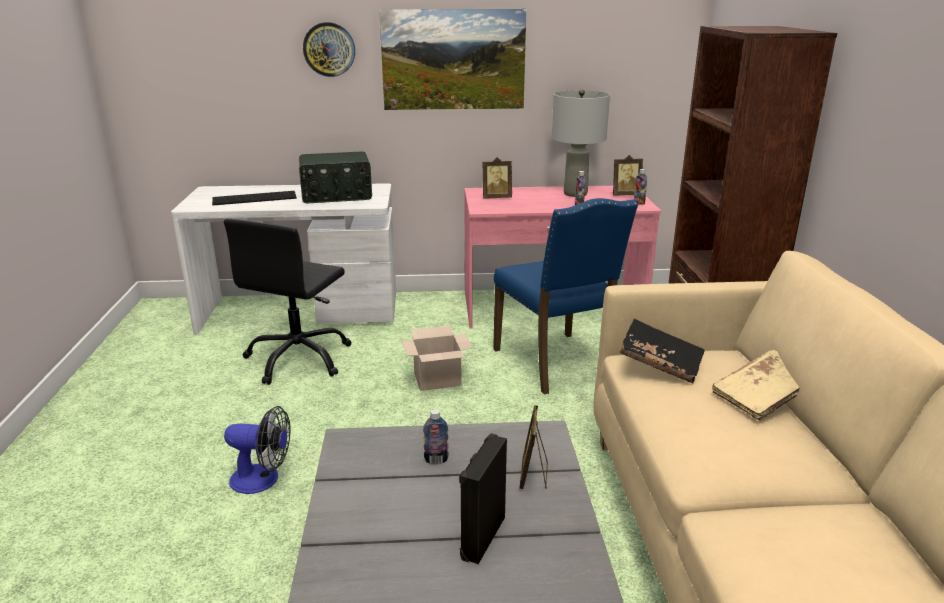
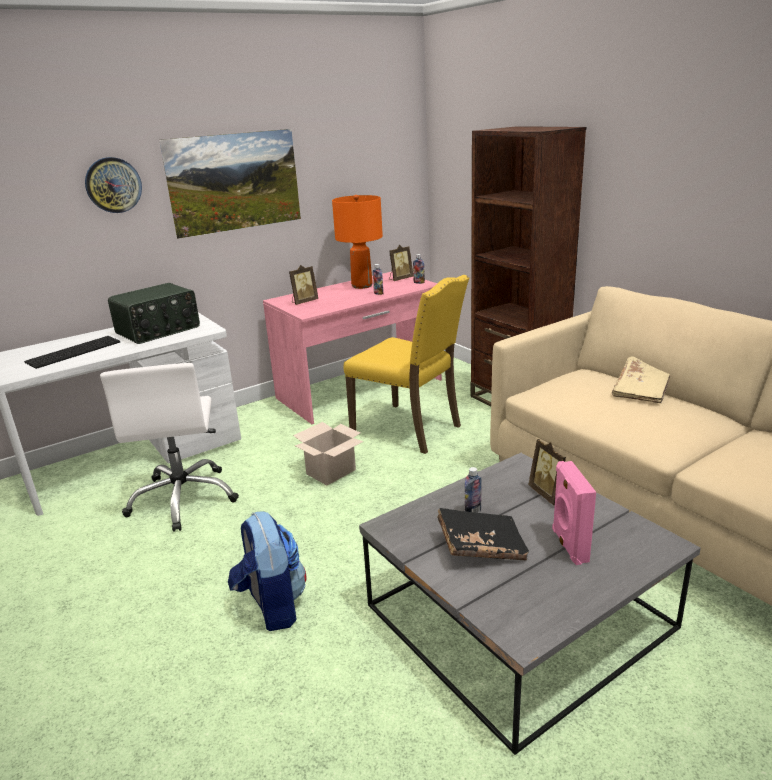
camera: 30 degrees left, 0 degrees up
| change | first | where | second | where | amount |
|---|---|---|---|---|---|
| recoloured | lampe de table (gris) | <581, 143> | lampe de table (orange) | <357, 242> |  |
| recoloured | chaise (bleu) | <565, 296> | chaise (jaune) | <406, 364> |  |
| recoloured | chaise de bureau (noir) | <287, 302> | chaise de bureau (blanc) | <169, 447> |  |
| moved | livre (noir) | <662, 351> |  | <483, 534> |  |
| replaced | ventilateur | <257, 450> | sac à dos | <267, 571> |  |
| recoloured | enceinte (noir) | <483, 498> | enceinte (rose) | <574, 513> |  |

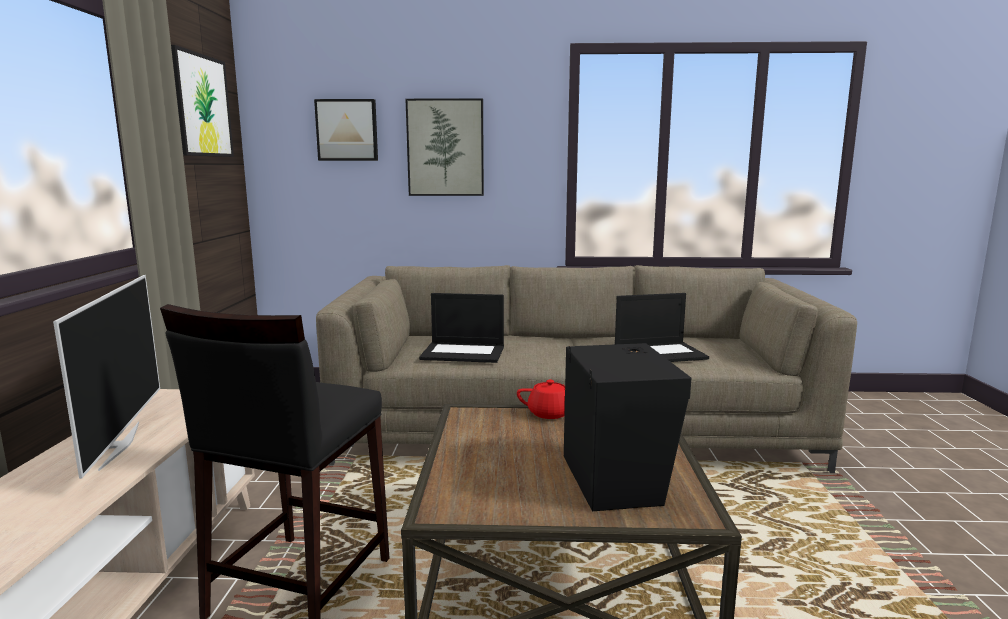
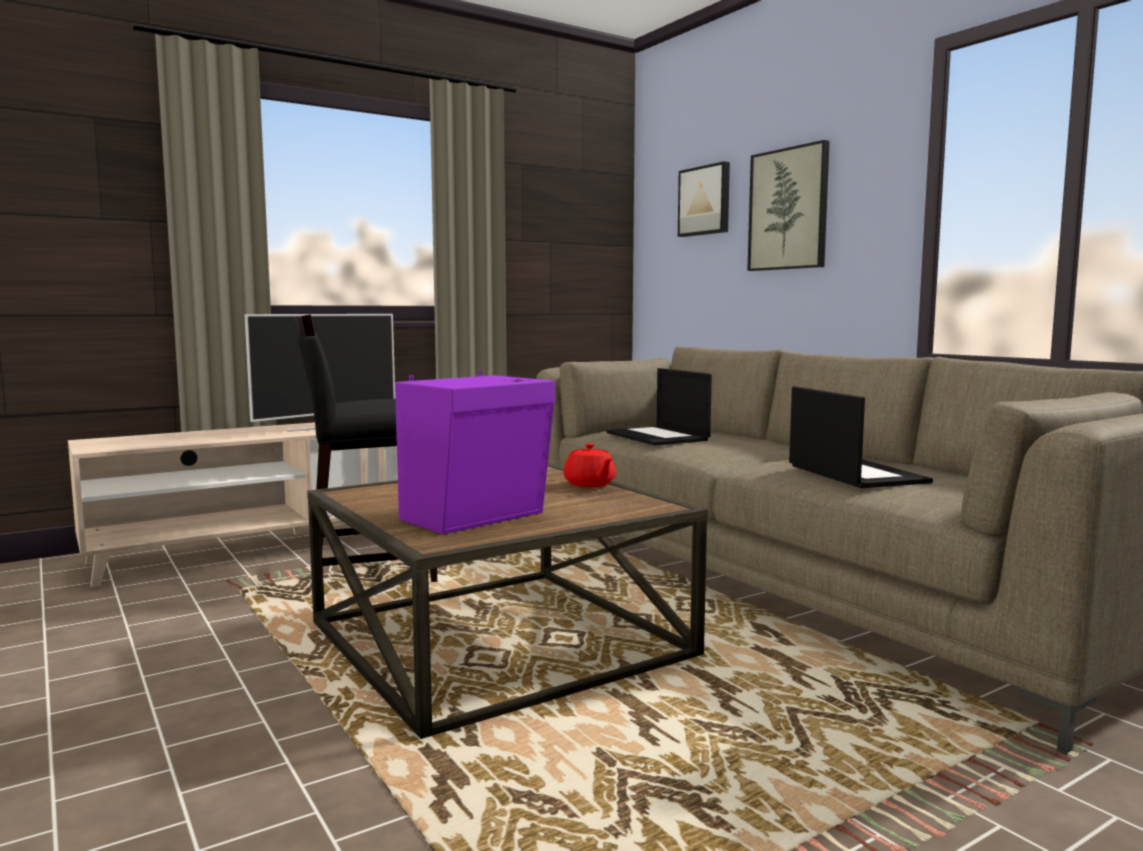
camera: 55 degrees right, 5 degrees down
| change | first | where | second | where | amount |
|---|---|---|---|---|---|
| removed | tableau | <202, 101> |  |  |  |
| turned | ordinateur portable | <662, 327> |  | <861, 437> | 150 degrees counterclockwise |
| recoloured | enceinte (noir) | <627, 427> | enceinte (violet) | <475, 452> |  |

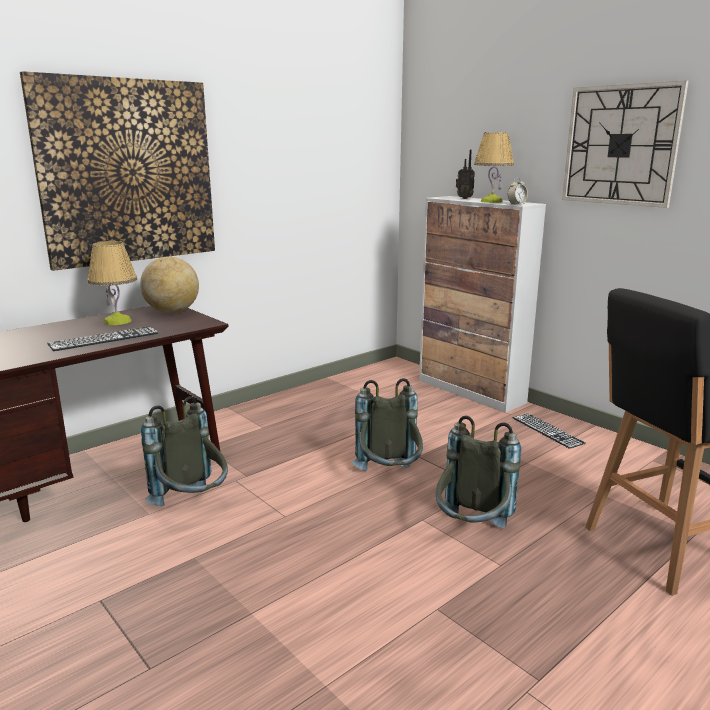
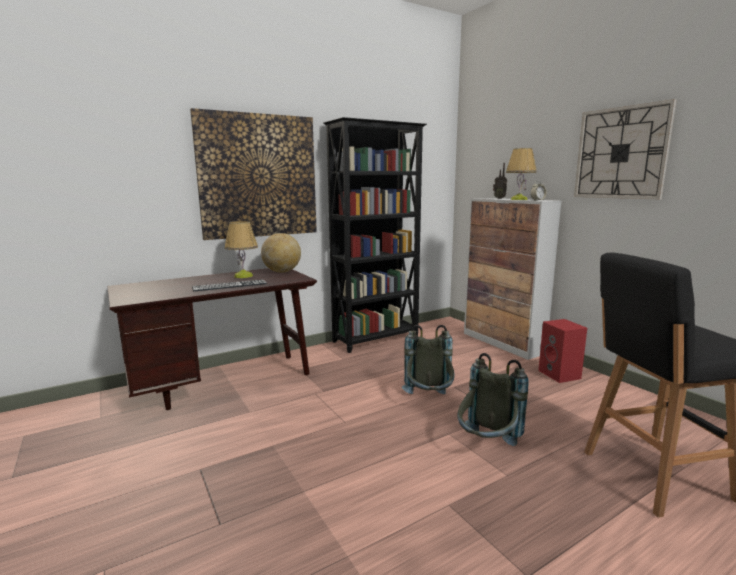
camera: 10 degrees right, 5 degrees down
| change | first | where | second | where | amount |
|---|---|---|---|---|---|
| removed | sac à dos (gris) | <184, 451> |  |  |  |
| replaced | clavier | <549, 431> | enceinte (rouge) | <562, 351> |  |
| added |  |  | bibliothèque (noir) | <375, 235> |  |

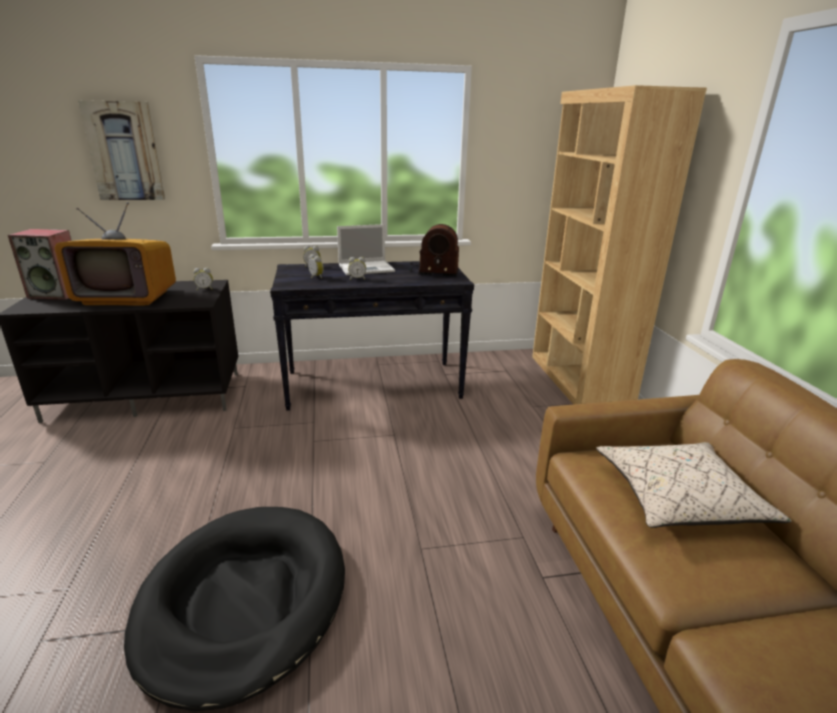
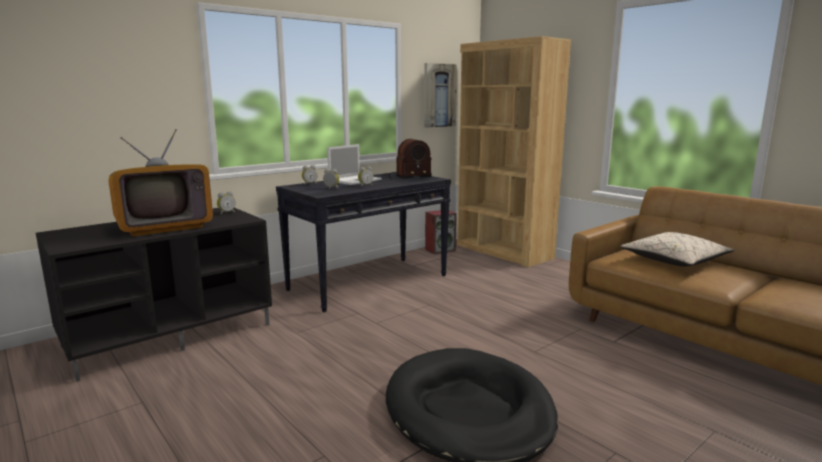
camera: 30 degrees left, 10 degrees down
| change | first | where | second | where | amount |
|---|---|---|---|---|---|
| moved | tableau | <121, 150> |  | <440, 95> |  |
| moved | enceinte | <40, 264> |  | <441, 232> |  |

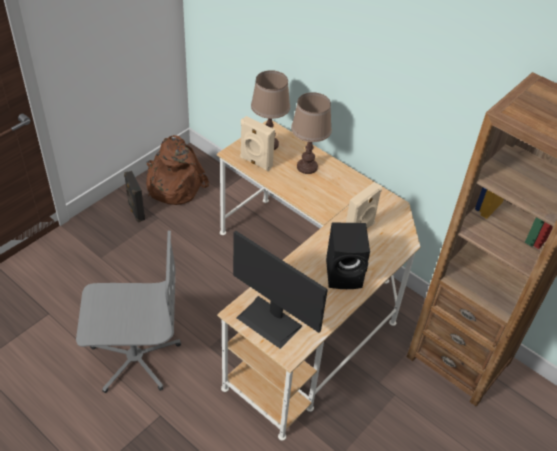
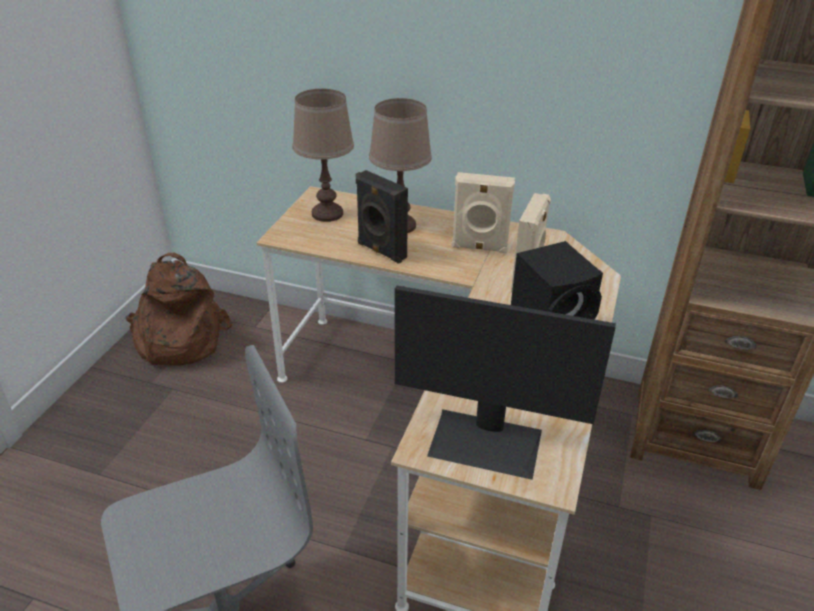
camera: 20 degrees left, 10 degrees down
| change | first | where | second | where | amount |
|---|---|---|---|---|---|
| moved | enceinte (beige) | <257, 143> |  | <483, 212> |  |
| moved | enceinte (noir) | <134, 197> |  | <382, 217> |  |

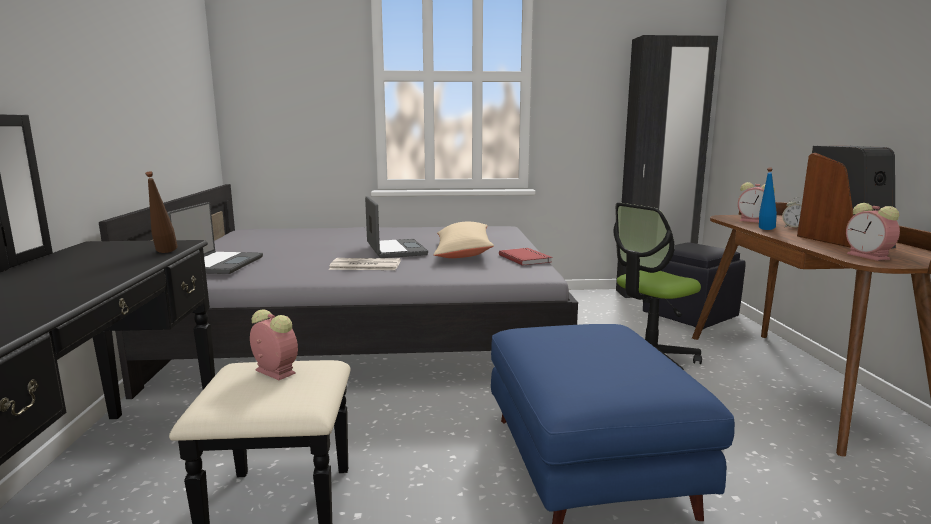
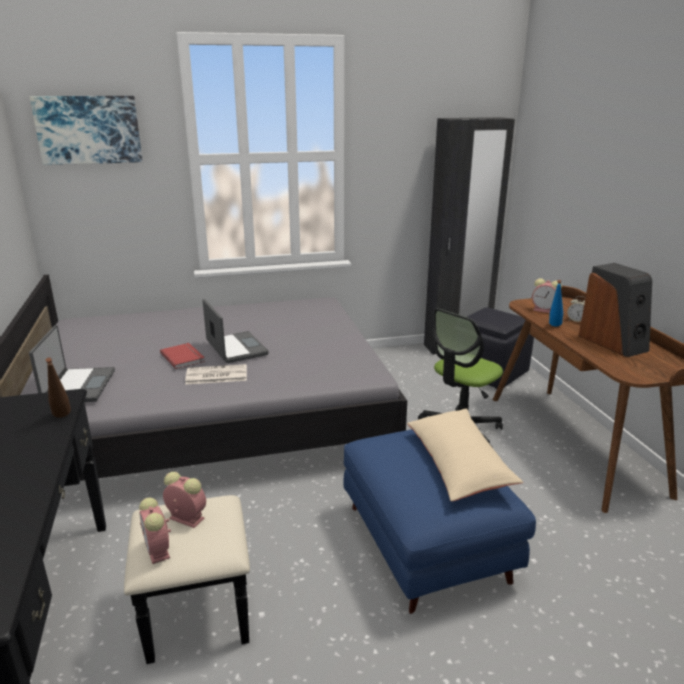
camera: 10 degrees left, 10 degrees up
| change | first | where | second | where | amount |
|---|---|---|---|---|---|
| moved | réveil | <873, 232> |  | <155, 530> |  |
| moved | coussin (beige) | <464, 240> |  | <465, 455> |  |
| moved | livre (rouge) | <525, 257> |  | <182, 356> |  |
| added |  |  | tableau | <86, 130> |  |

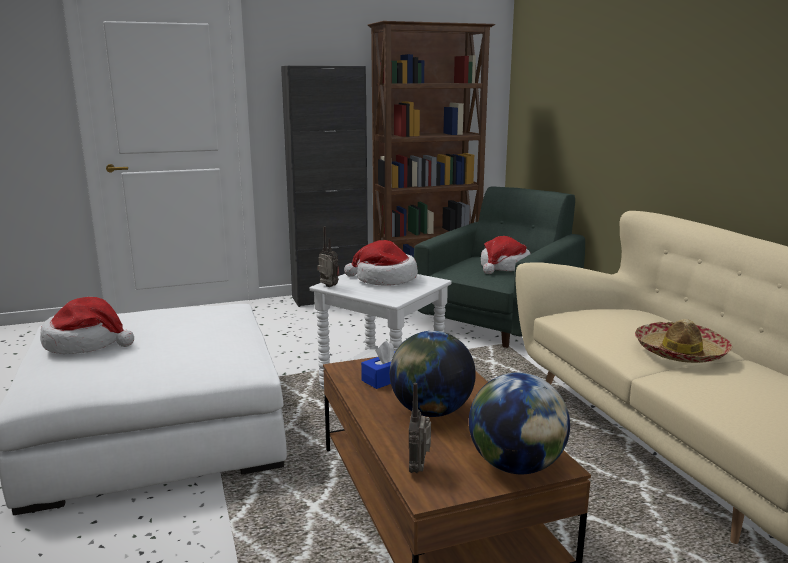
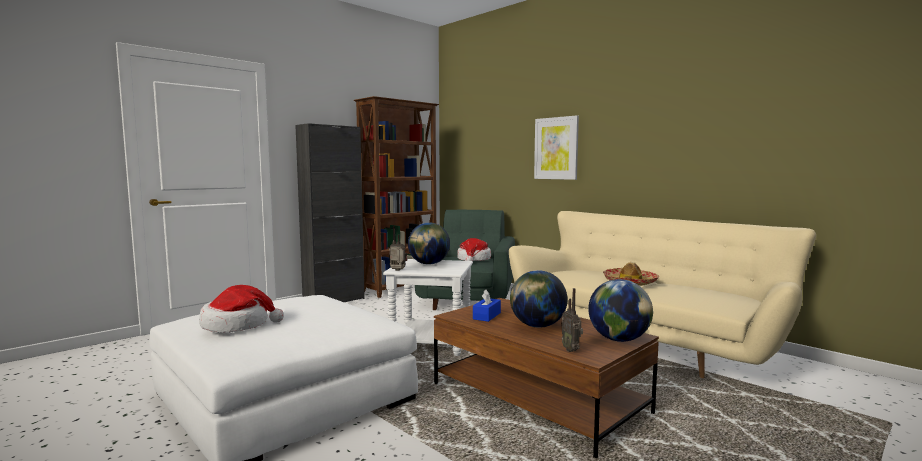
camera: 25 degrees left, 10 degrees down
| change | first | where | second | where | amount |
|---|---|---|---|---|---|
| replaced | chapeau | <381, 263> | globe | <429, 243> |  |
| added |  |  | tableau | <556, 147> |  |

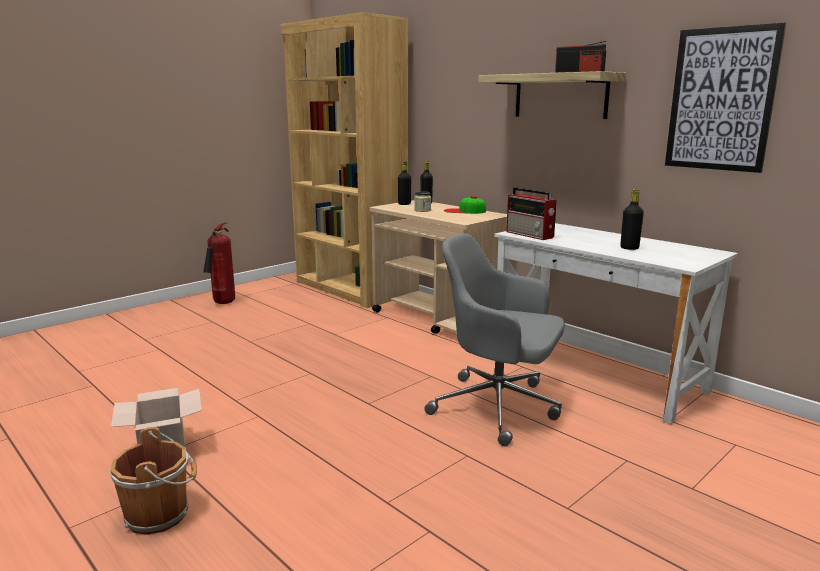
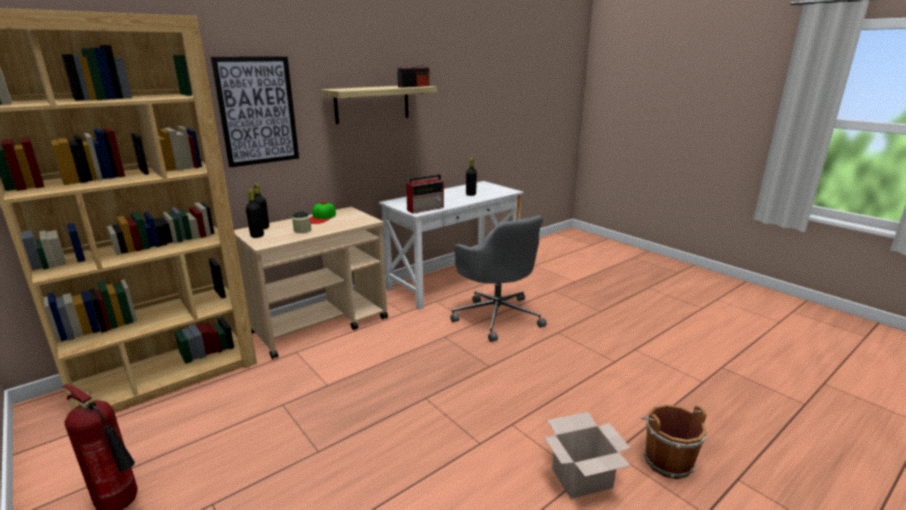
camera: 85 degrees left, 5 degrees up
| change | first | where | second | where | amount |
|---|---|---|---|---|---|
| moved | tableau | <725, 97> |  | <255, 111> |  |
| turned | chaise de bureau (gris) | <494, 340> |  | <498, 278> | 60 degrees counterclockwise |

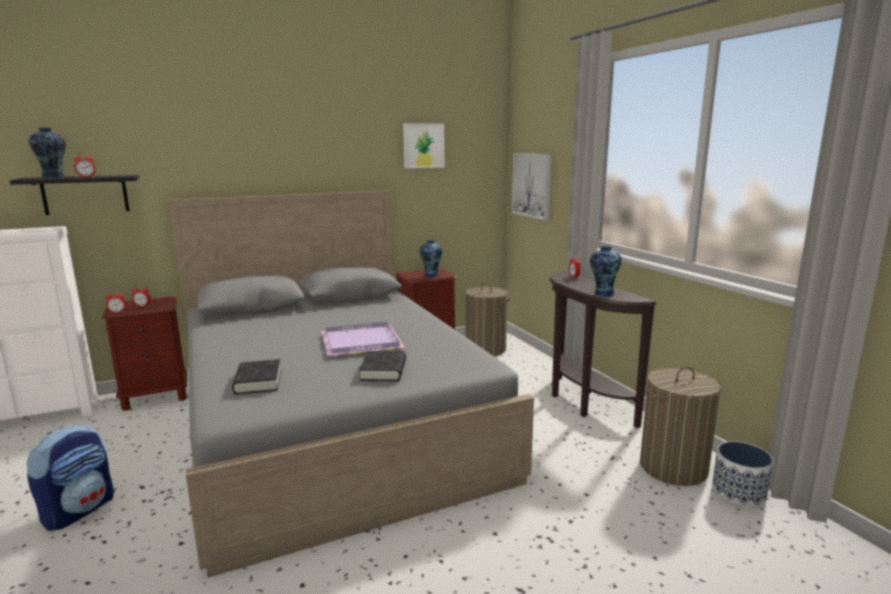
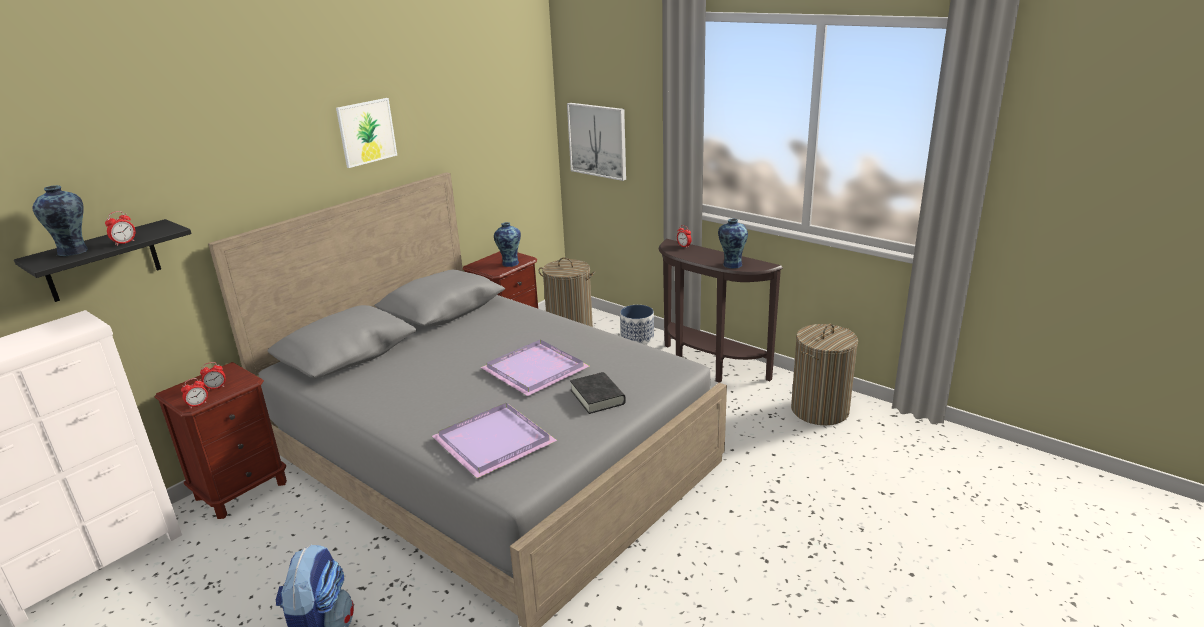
camera: 25 degrees left, 10 degrees up
| change | first | where | second | where | amount |
|---|---|---|---|---|---|
| moved | tableau | <424, 145> |  | <366, 133> |  |
| replaced | livre (noir) | <256, 376> | plateau (violet) | <494, 440> |  |
| moved | cache-pot | <742, 474> |  | <637, 325> |  |

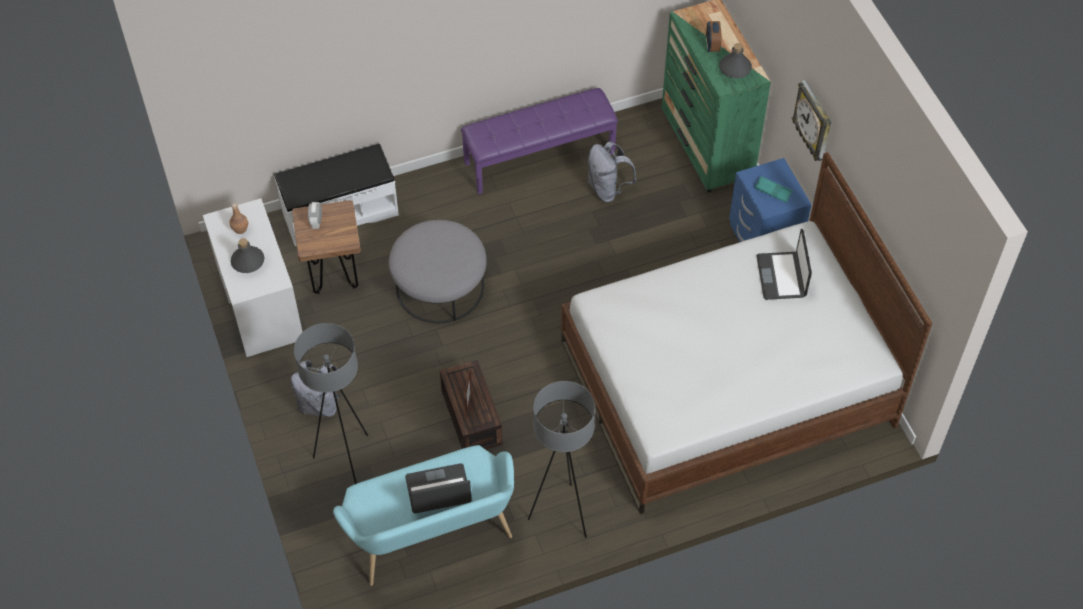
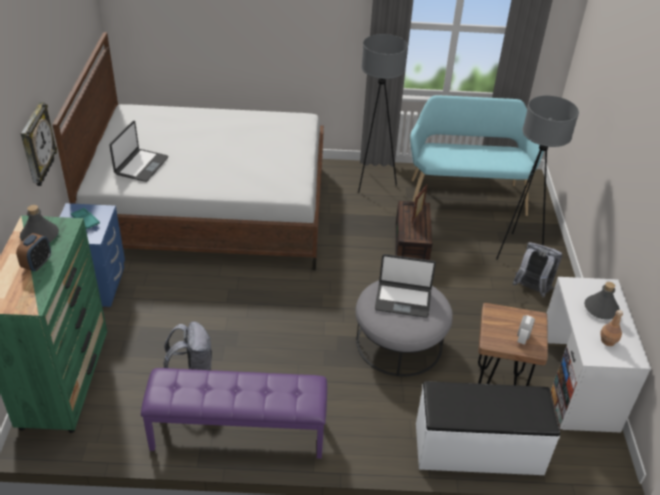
camera: 160 degrees left, 15 degrees down
| change | first | where | second | where | amount |
|---|---|---|---|---|---|
| moved | ordinateur portable | <438, 488> |  | <405, 286> |  |

